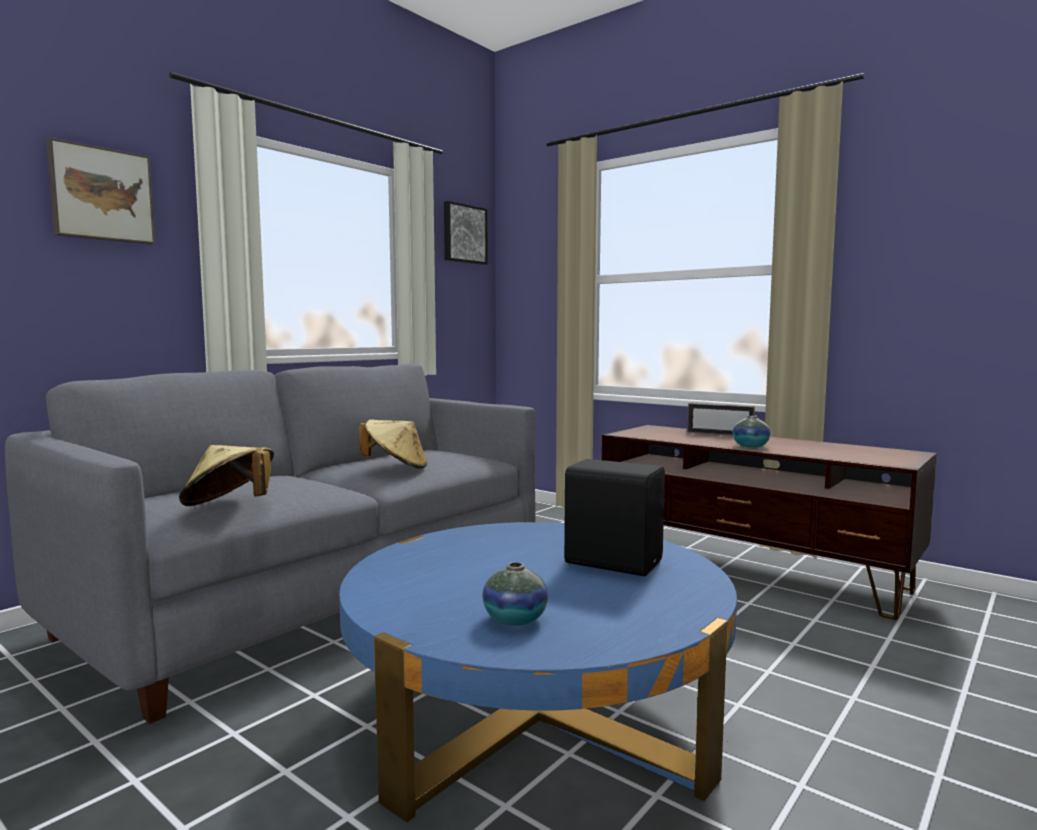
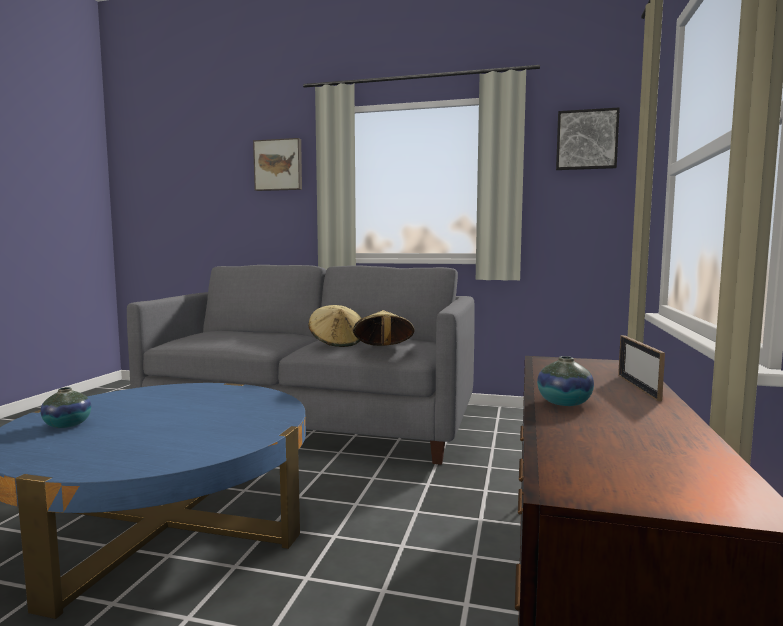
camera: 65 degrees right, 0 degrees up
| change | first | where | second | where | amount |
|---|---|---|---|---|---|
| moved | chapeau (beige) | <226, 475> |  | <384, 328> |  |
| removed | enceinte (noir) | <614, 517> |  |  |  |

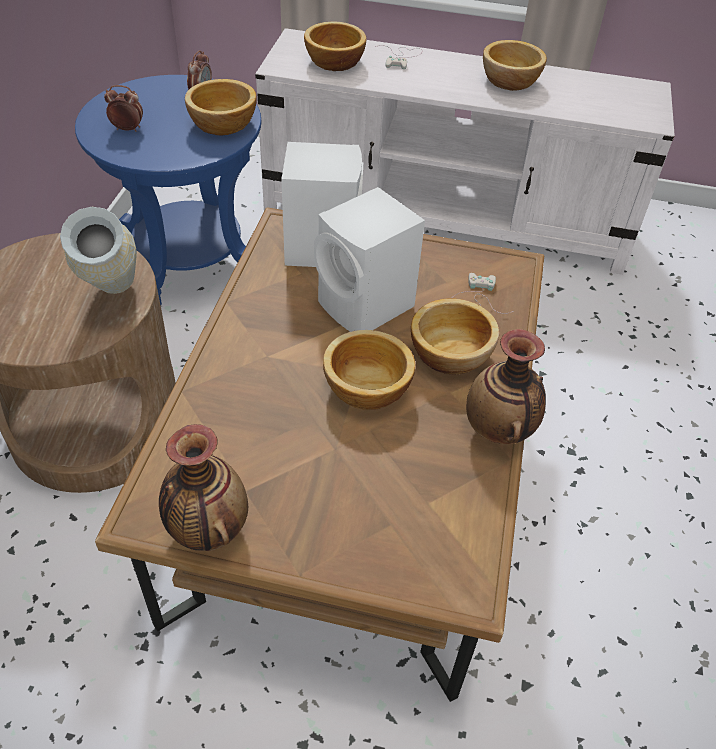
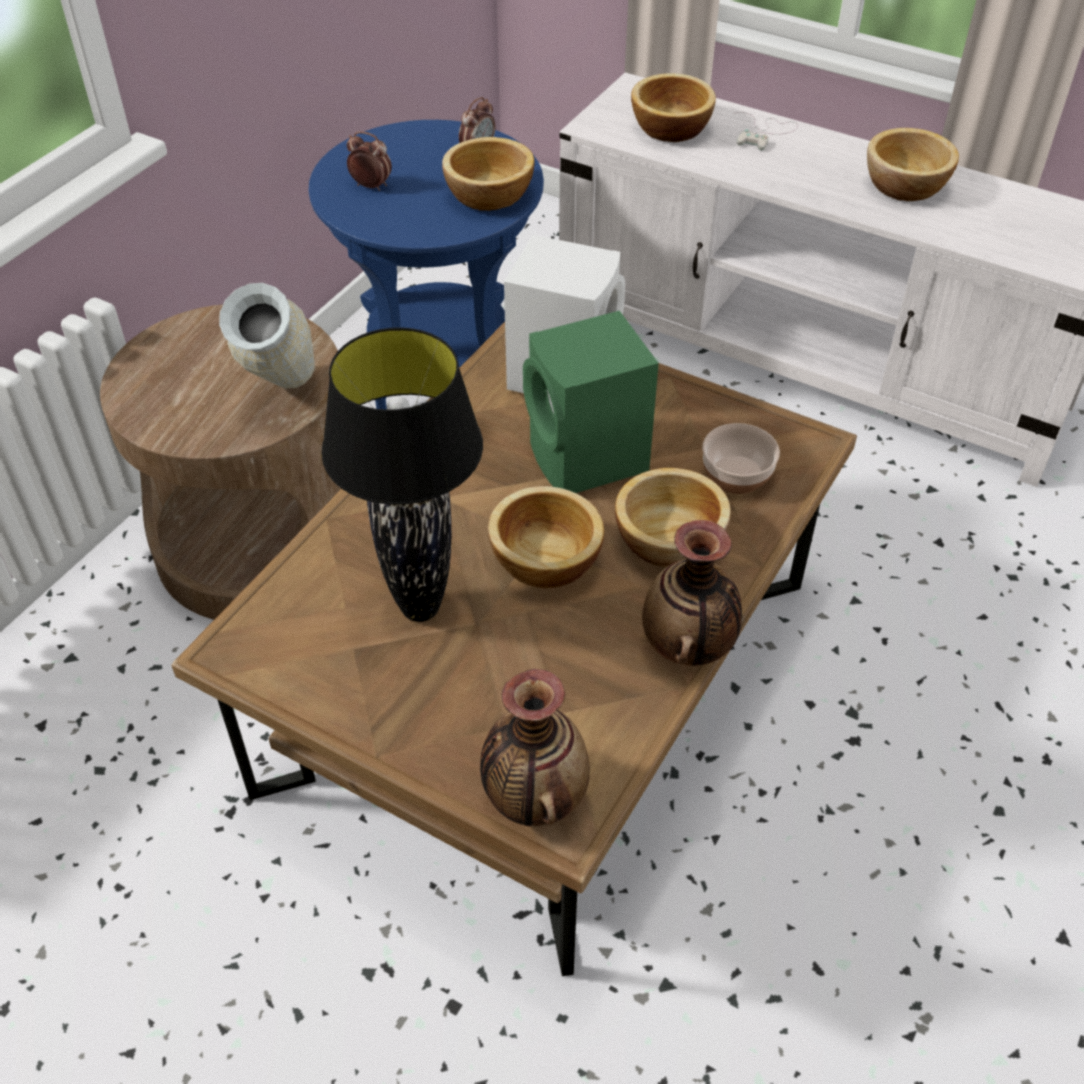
camera: 20 degrees right, 0 degrees up
| change | first | where | second | where | amount |
|---|---|---|---|---|---|
| recoloured | enceinte (blanc) | <369, 259> | enceinte (vert) | <591, 402> |  |
| replaced | manette (blanc) | <482, 293> | bol | <741, 458> |  |
| moved | vase | <203, 487> |  | <535, 748> |  |
| added |  |  | lampe de table (noir) | <402, 474> |  |

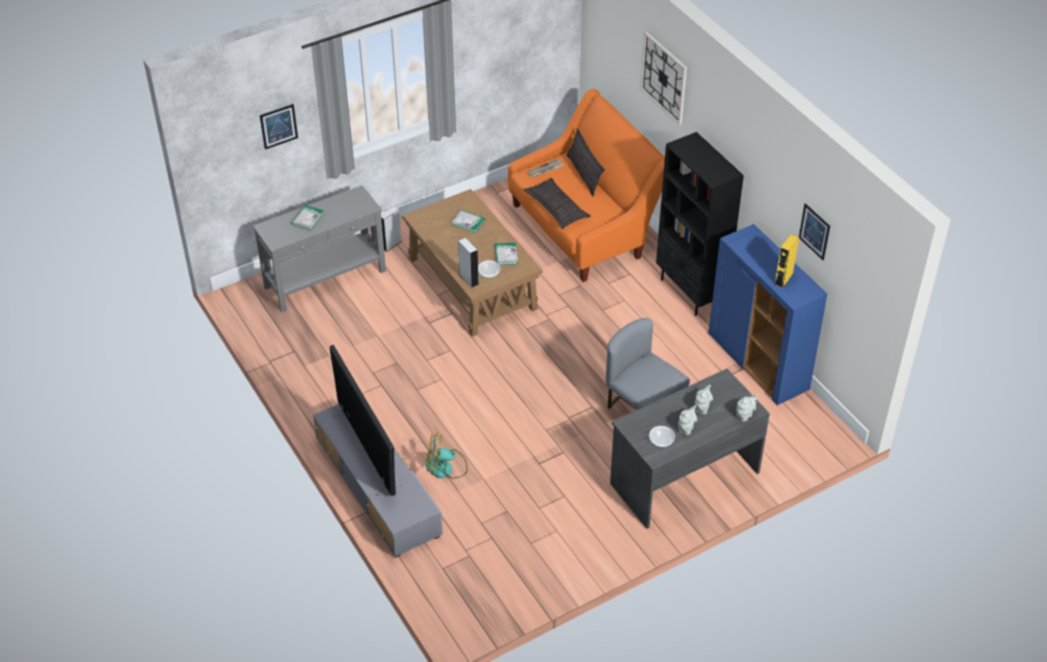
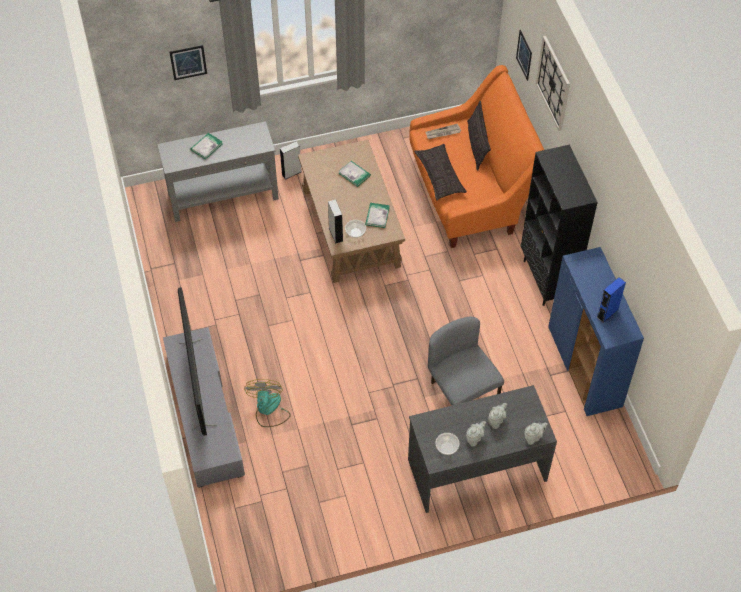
camera: 15 degrees right, 10 degrees up
| change | first | where | second | where | amount |
|---|---|---|---|---|---|
| moved | tableau | <814, 231> |  | <524, 55> |  |
| recoloured | enceinte (jaune) | <786, 261> | enceinte (bleu) | <611, 300> |  |
| turned | ventilateur | <446, 455> |  | <267, 403> | 75 degrees clockwise |

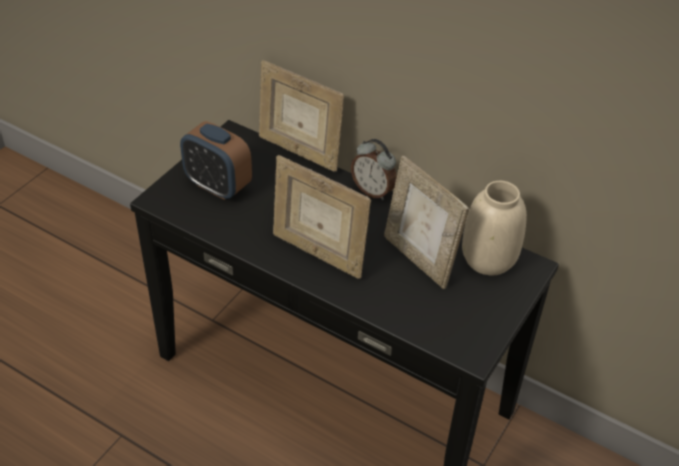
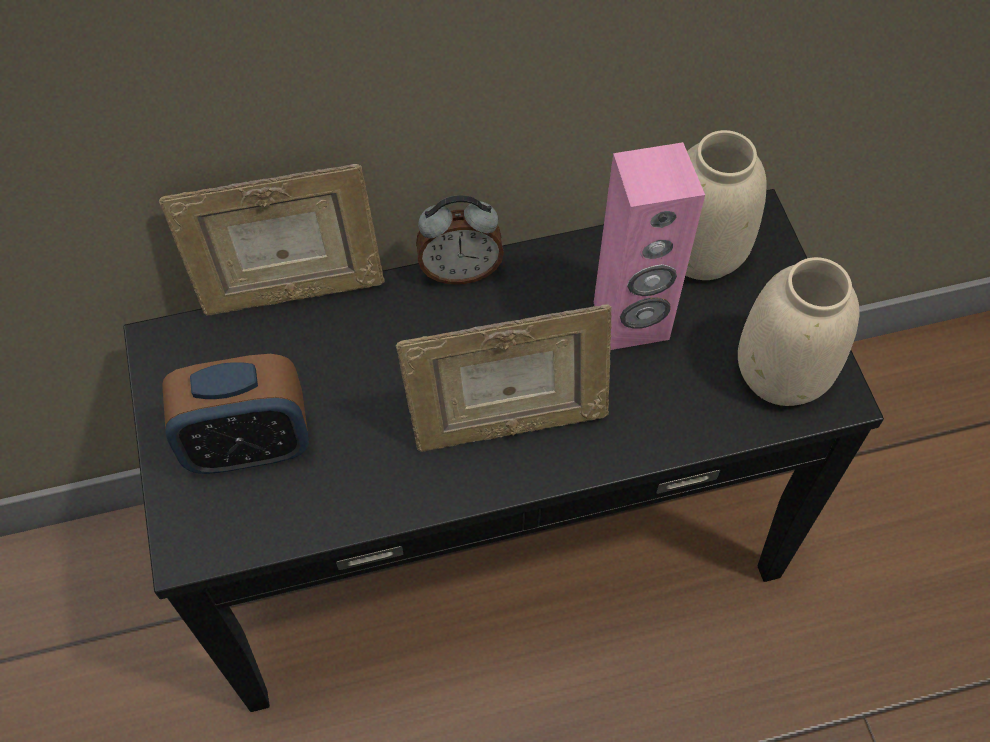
camera: 45 degrees left, 15 degrees up
| change | first | where | second | where | amount |
|---|---|---|---|---|---|
| replaced | cadre photo | <426, 222> | enceinte (rose) | <649, 246> |  |
| added |  |  | vase (beige) | <799, 331> |  |

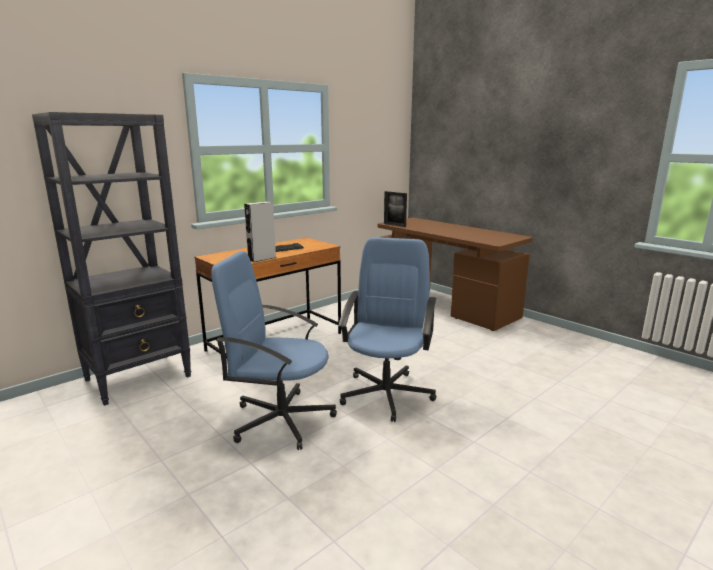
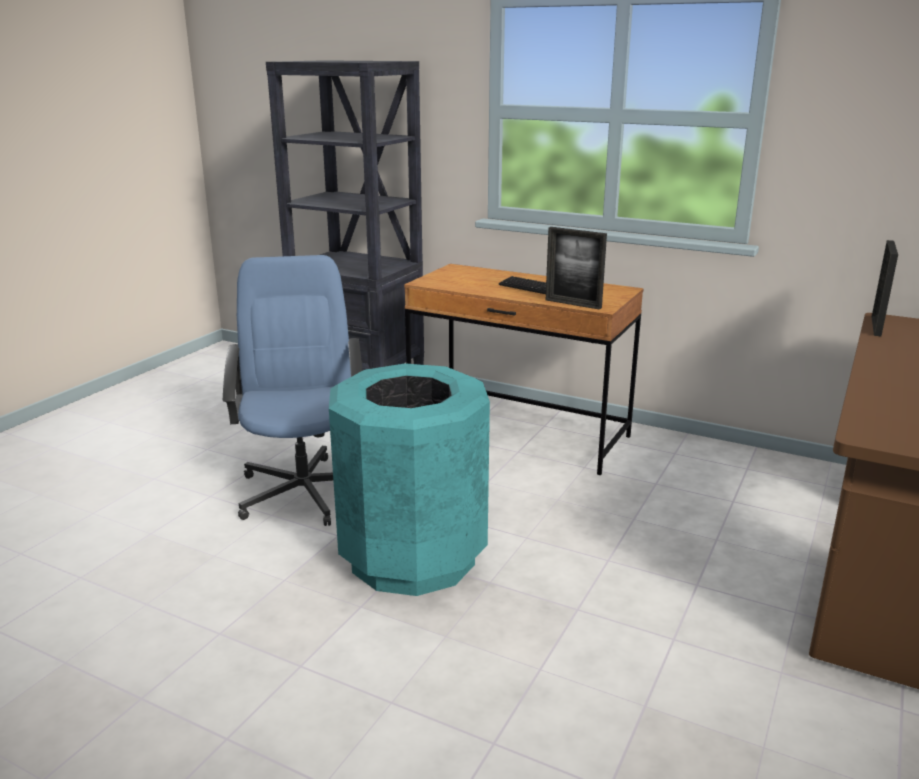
camera: 70 degrees right, 5 degrees up
| change | first | where | second | where | amount |
|---|---|---|---|---|---|
| removed | enceinte (gris) | <260, 231> |  |  |  |
| replaced | chaise de bureau (bleu) | <387, 329> | poubelle (turquoise) | <409, 479> |  |
| added |  |  | cadre photo | <576, 268> |  |

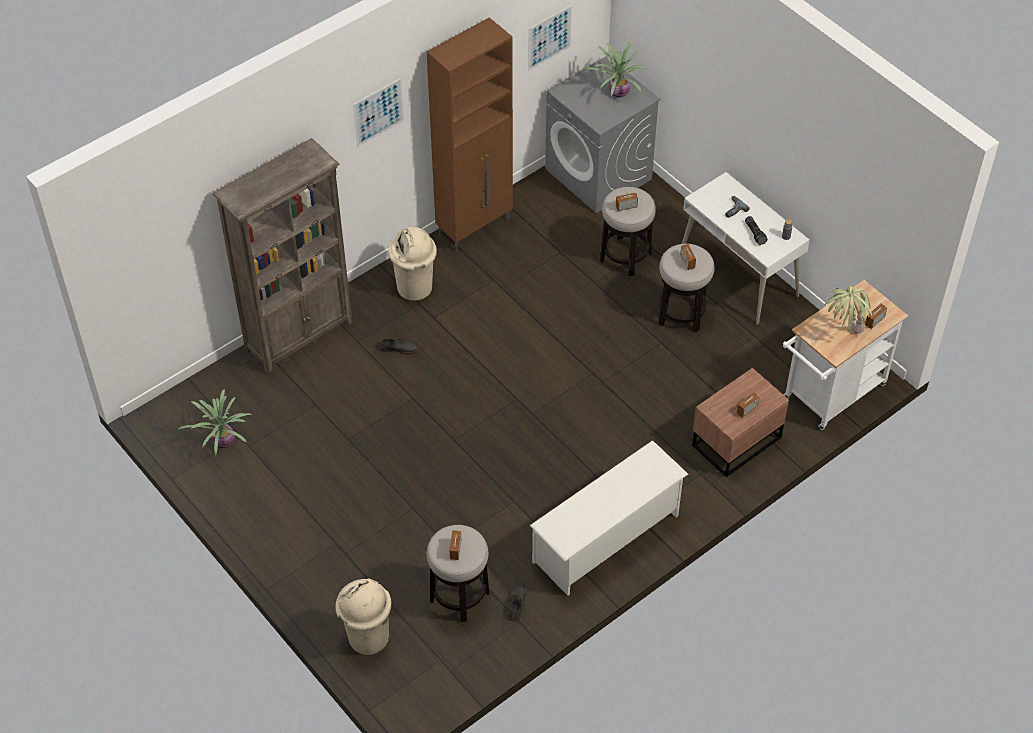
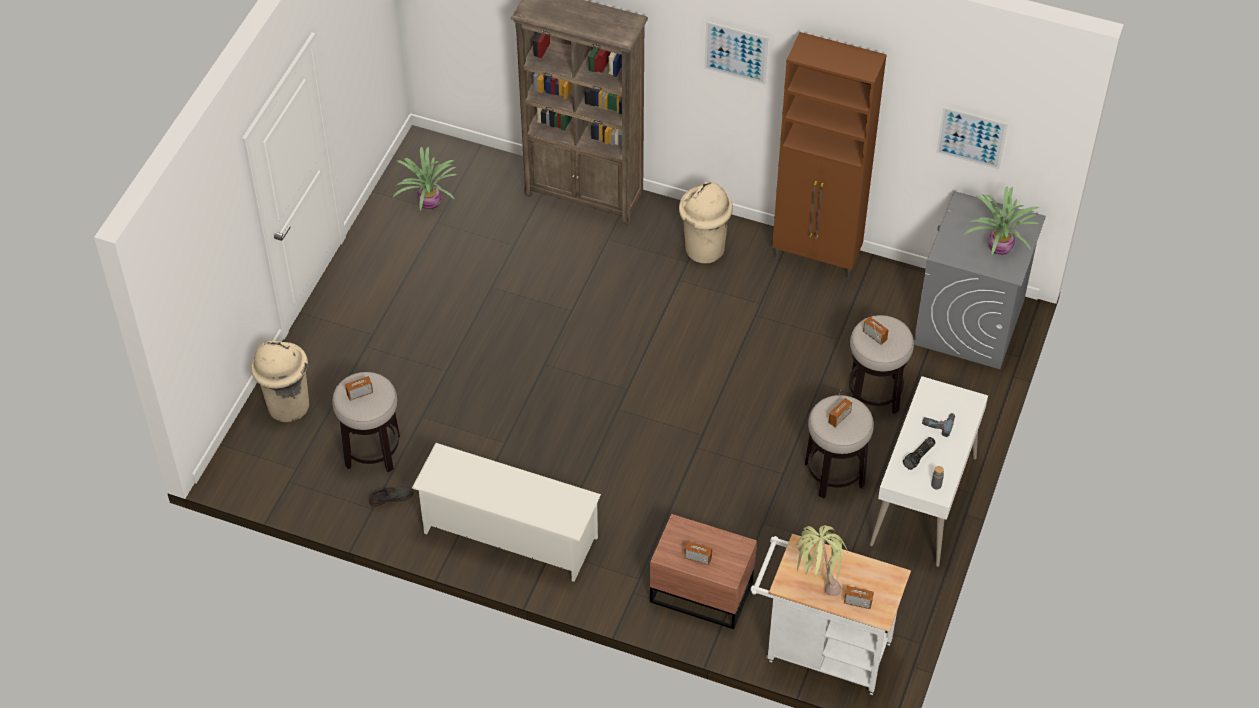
camera: 60 degrees right, 0 degrees up
| change | first | where | second | where | amount |
|---|---|---|---|---|---|
| removed | chaussure (gris) | <398, 346> |  |  |  |

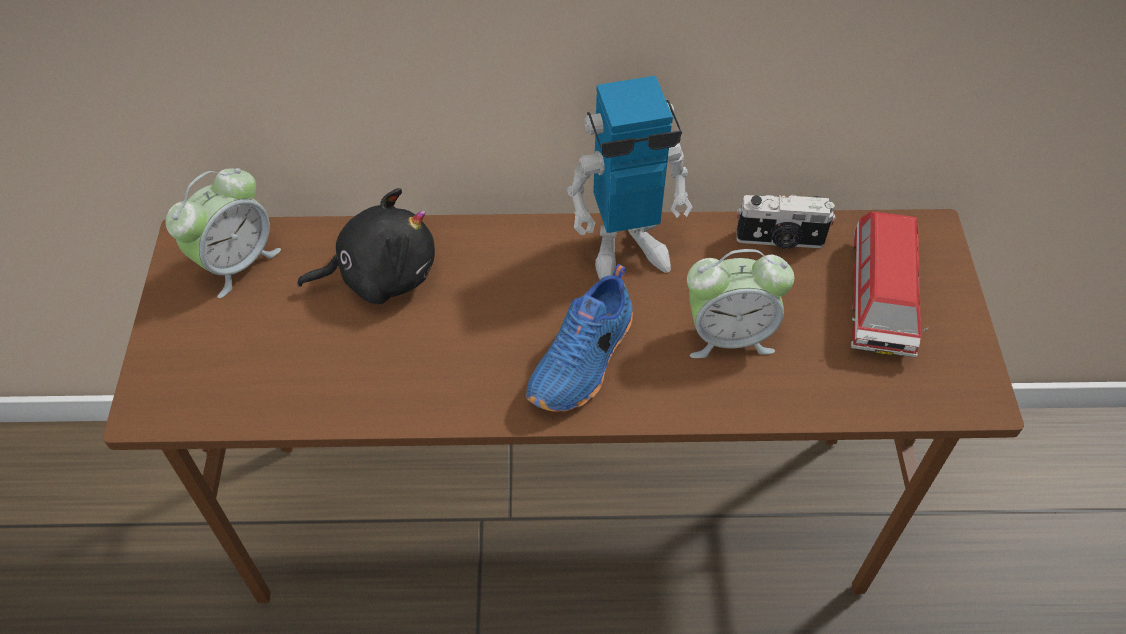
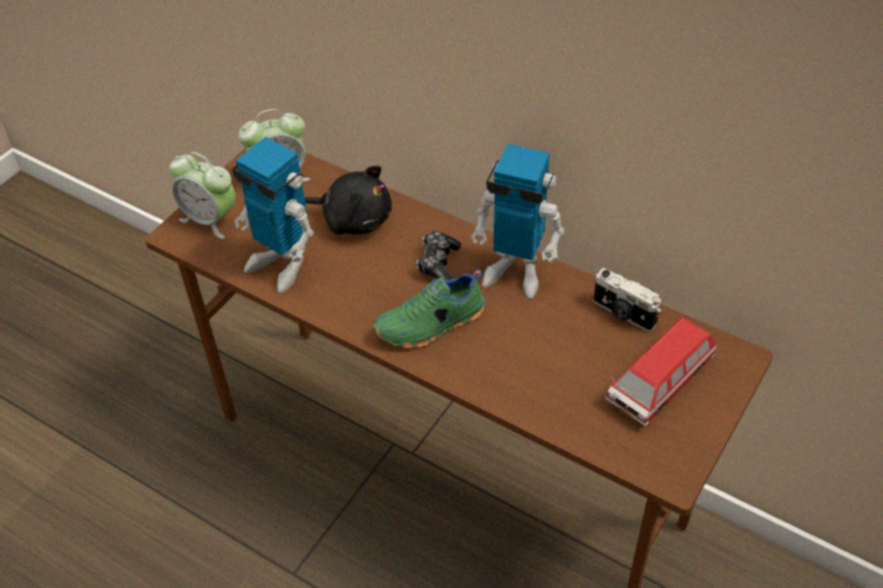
camera: 35 degrees right, 5 degrees down
| change | first | where | second | where | amount |
|---|---|---|---|---|---|
| moved | réveil | <740, 303> |  | <202, 195> |  |
| recoloured | chaussure (bleu) | <579, 338> | chaussure (vert) | <430, 309> |  |
| added |  |  | robot jouet | <273, 215> |  |
| added |  |  | manette | <438, 255> |  |

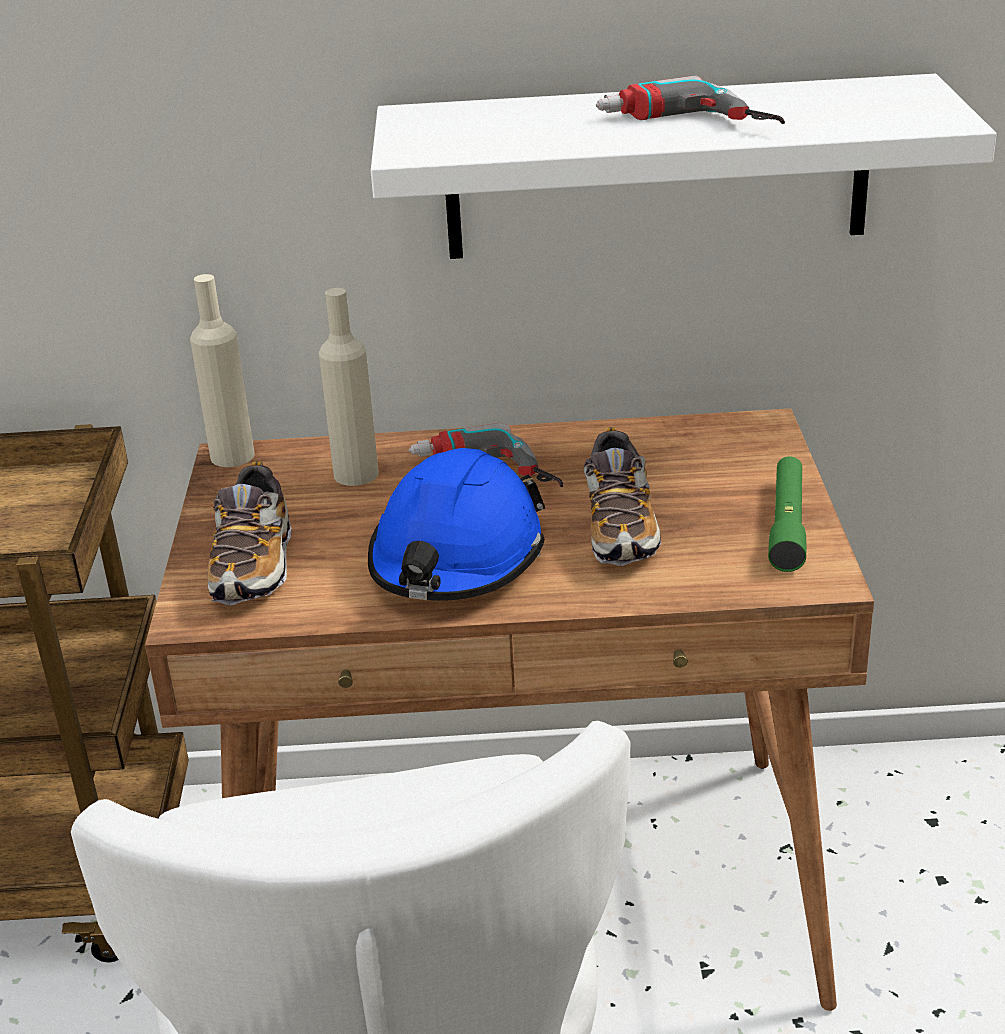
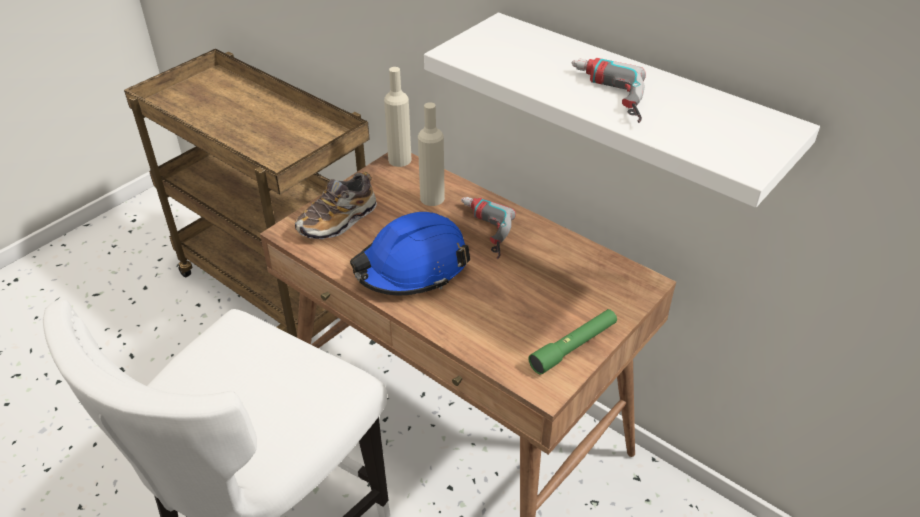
camera: 40 degrees right, 10 degrees up
| change | first | where | second | where | amount |
|---|---|---|---|---|---|
| removed | chaussure | <622, 496> |  |  |  |

